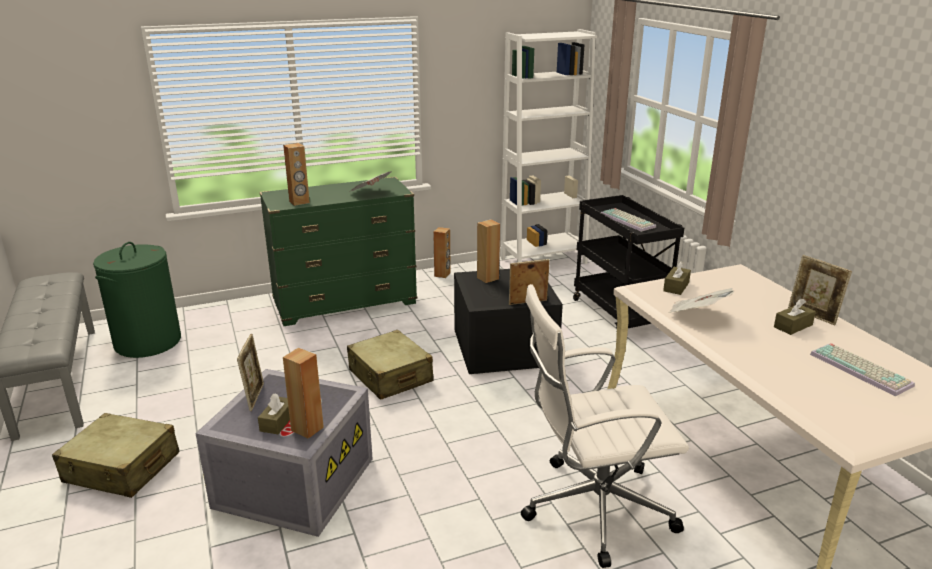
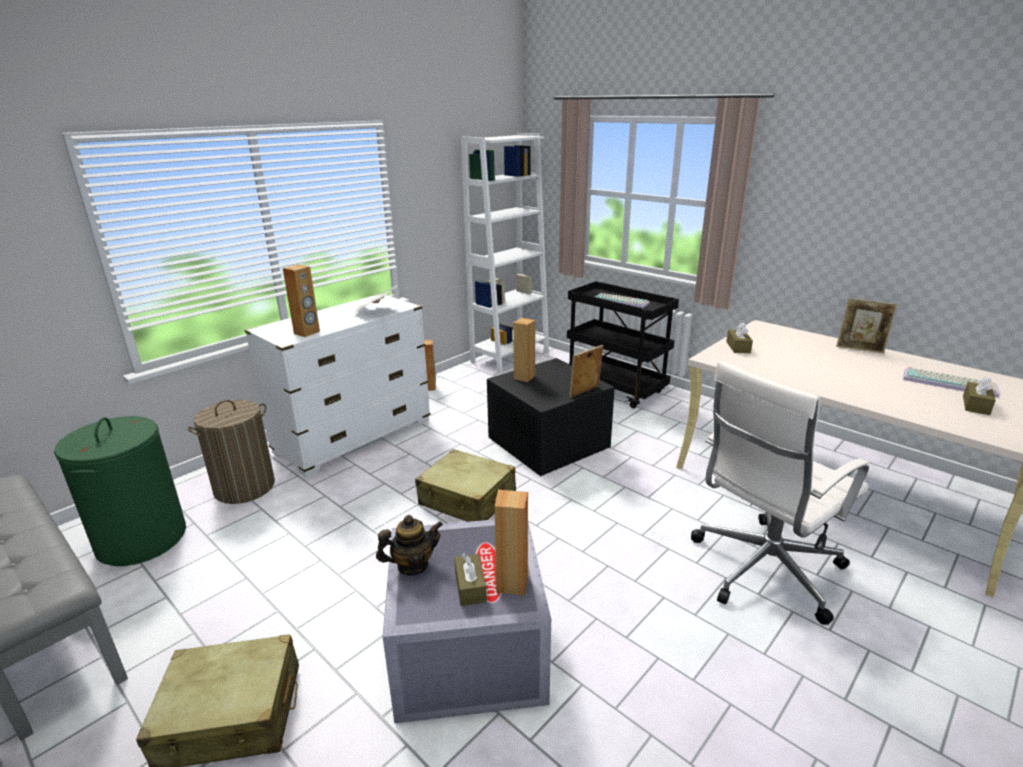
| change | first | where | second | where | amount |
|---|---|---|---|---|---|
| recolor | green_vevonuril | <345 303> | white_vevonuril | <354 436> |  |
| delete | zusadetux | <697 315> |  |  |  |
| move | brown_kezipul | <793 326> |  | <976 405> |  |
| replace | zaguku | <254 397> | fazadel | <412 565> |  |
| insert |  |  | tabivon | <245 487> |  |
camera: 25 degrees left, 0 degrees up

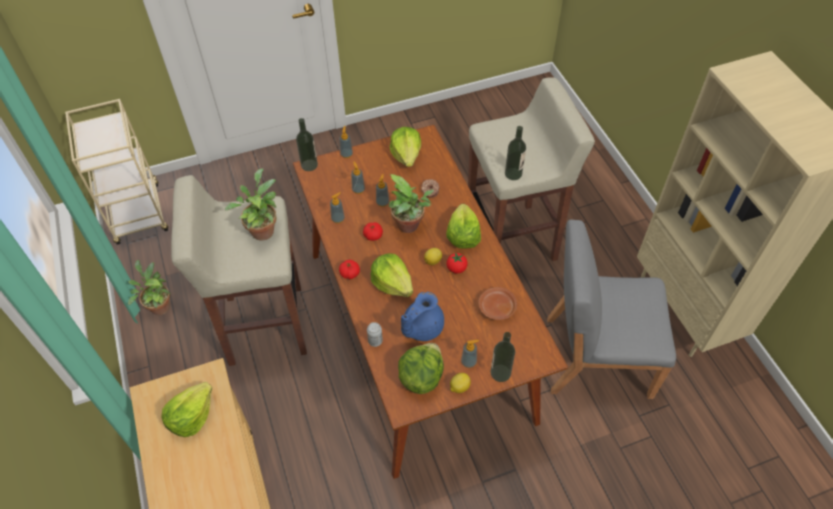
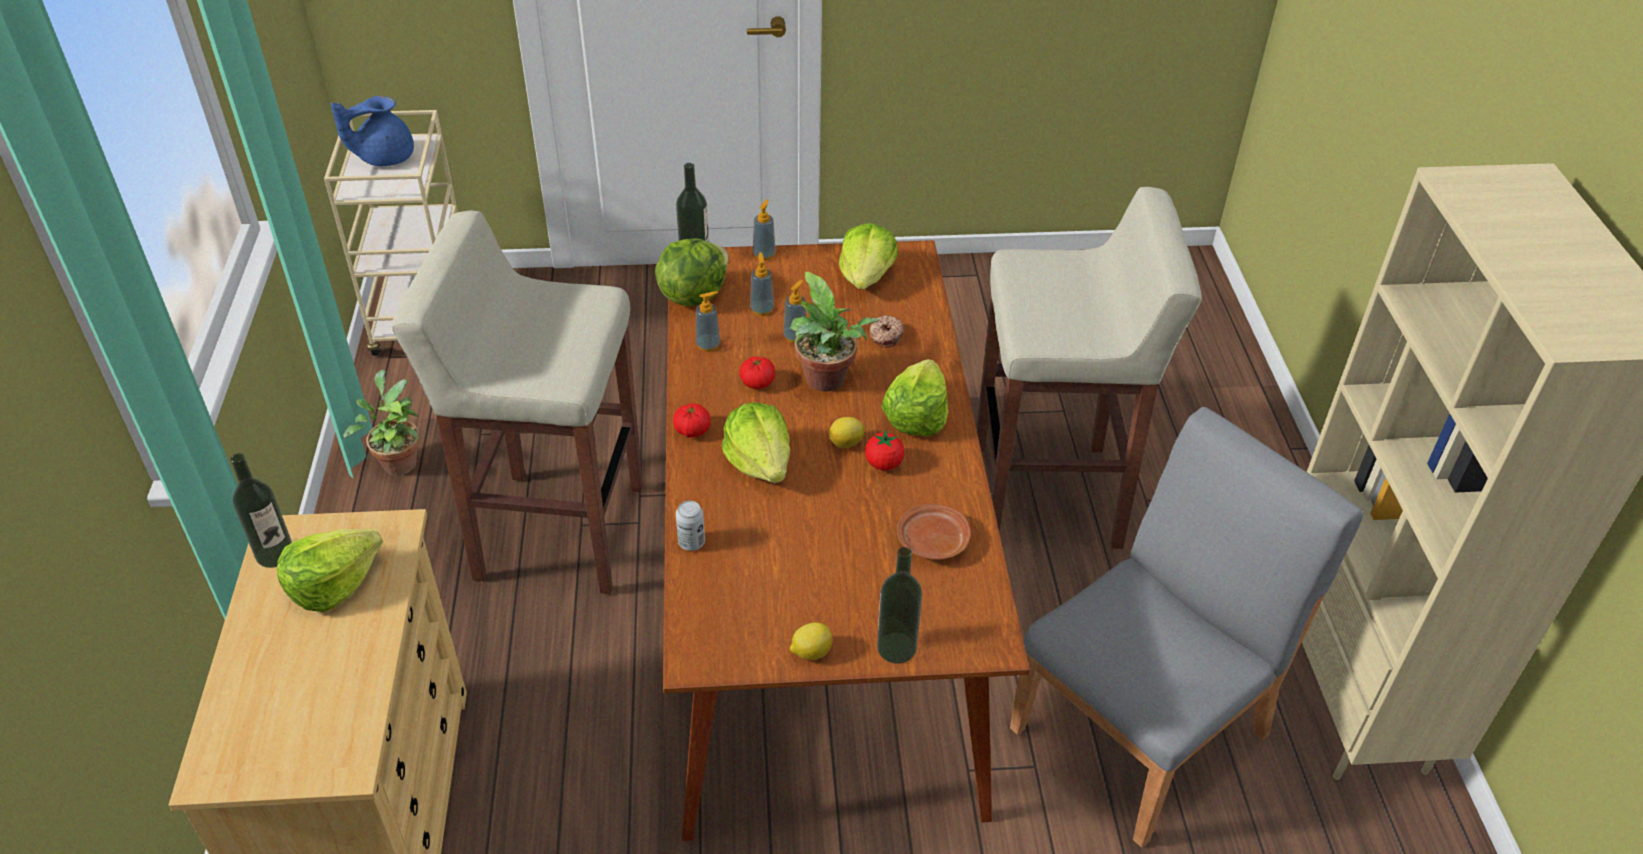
| change | first | where | second | where | amount |
|---|---|---|---|---|---|
| move | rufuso | <513 174> |  | <275 554> |  |
| delete | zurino | <262 229> |  |  |  |
| rotate | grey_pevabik | <596 356> |  | <1143 730> | 120 degrees clockwise |
| move | blue_fazadel | <421 328> |  | <384 157> |  |
| delete | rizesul | <468 362> |  |  |  |
| move | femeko | <421 377> |  | <693 294> |  |
camera: 15 degrees right, 10 degrees down

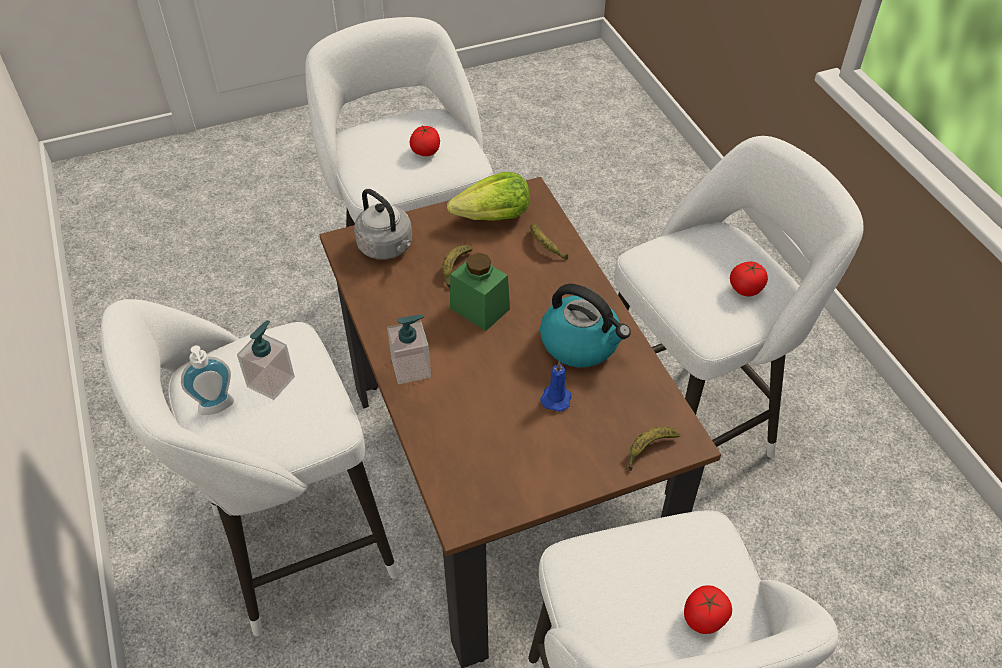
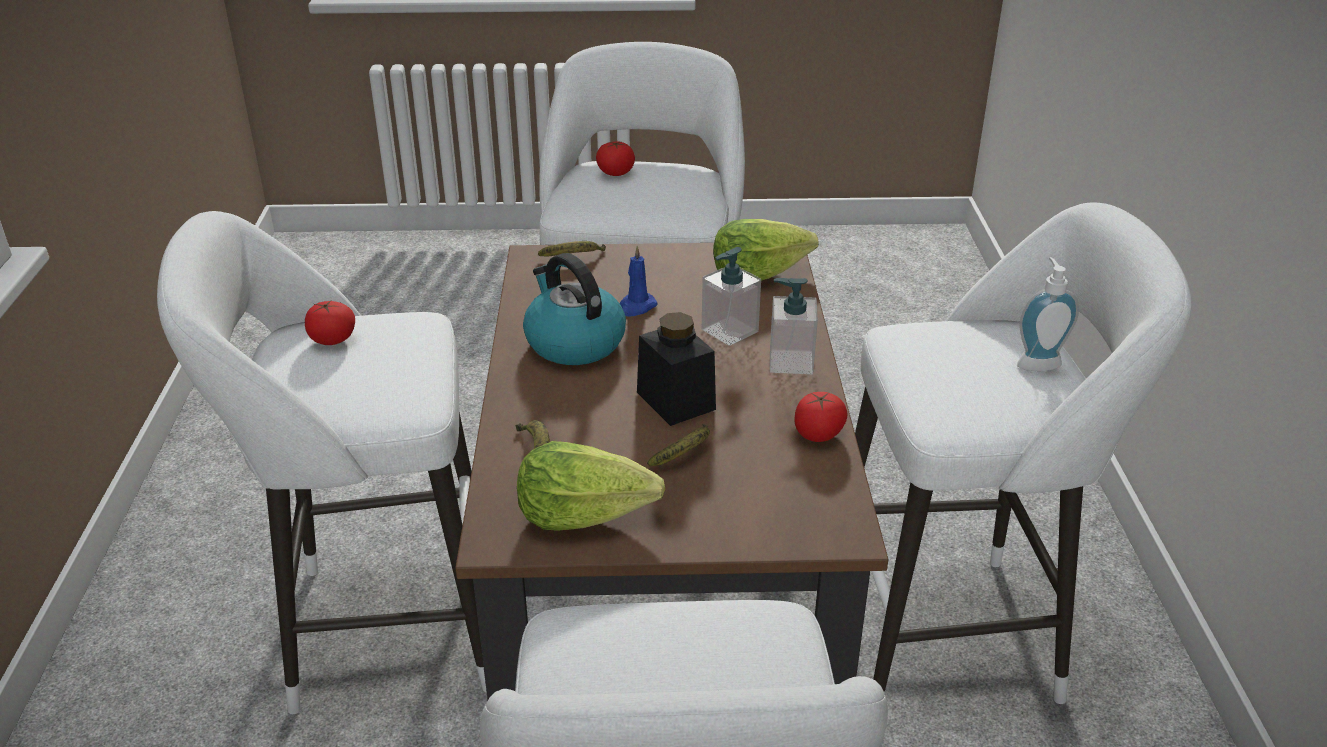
| change | first | where | second | where | amount |
|---|---|---|---|---|---|
| move | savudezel | <425 151> |  | <818 434> |  |
| delete | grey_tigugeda | <387 248> |  |  |  |
| recolor | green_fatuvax | <479 308> | black_fatuvax | <676 400> |  |
| move | rizesul | <271 381> |  | <729 331> |  |
| insert |  |  | femeko | <758 273> |  |
camera: 160 degrees left, 15 degrees down

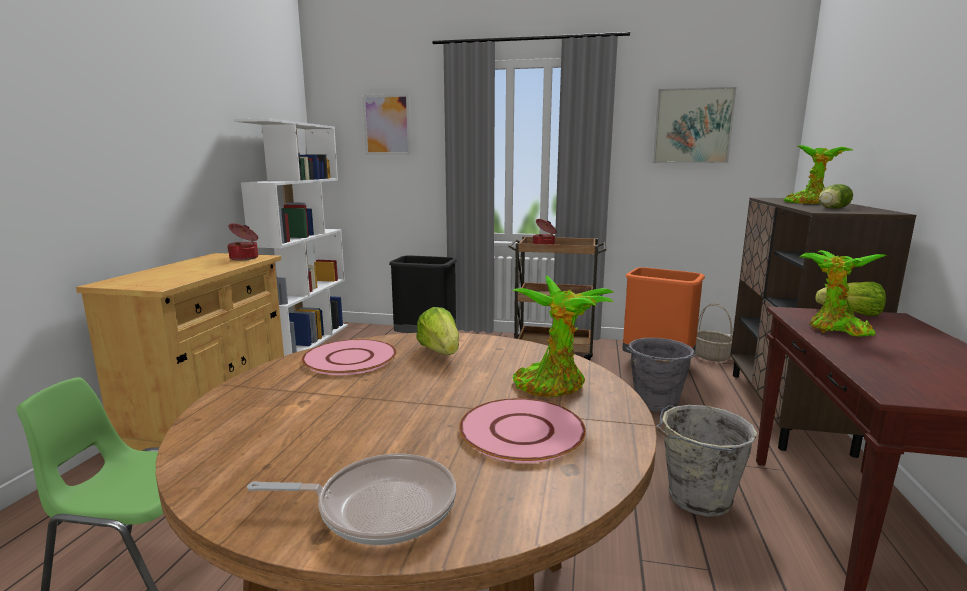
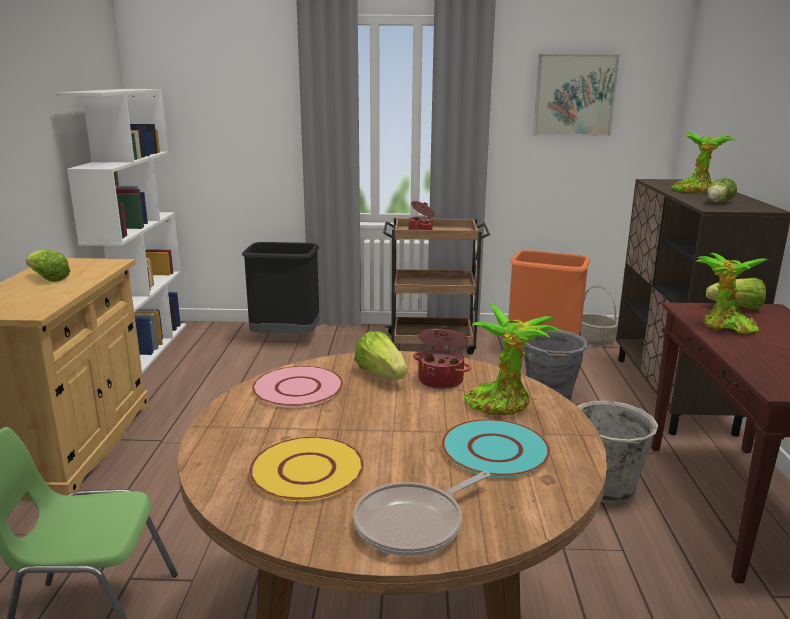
| change | first | where | second | where | amount |
|---|---|---|---|---|---|
| delete | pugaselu | <387 125> |  |  |  |
| move | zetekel | <245 258> |  | <441 380> |  |
| recolor | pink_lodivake | <522 431> | turquoise_lodivake | <495 449> |  |
| rotate | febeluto | <379 506> |  | <414 524> | 150 degrees clockwise |
| insert |  |  | femeko | <48 279> |  |
| insert |  |  | yellow_lodivake | <307 470> |  |
camera: 10 degrees left, 5 degrees up

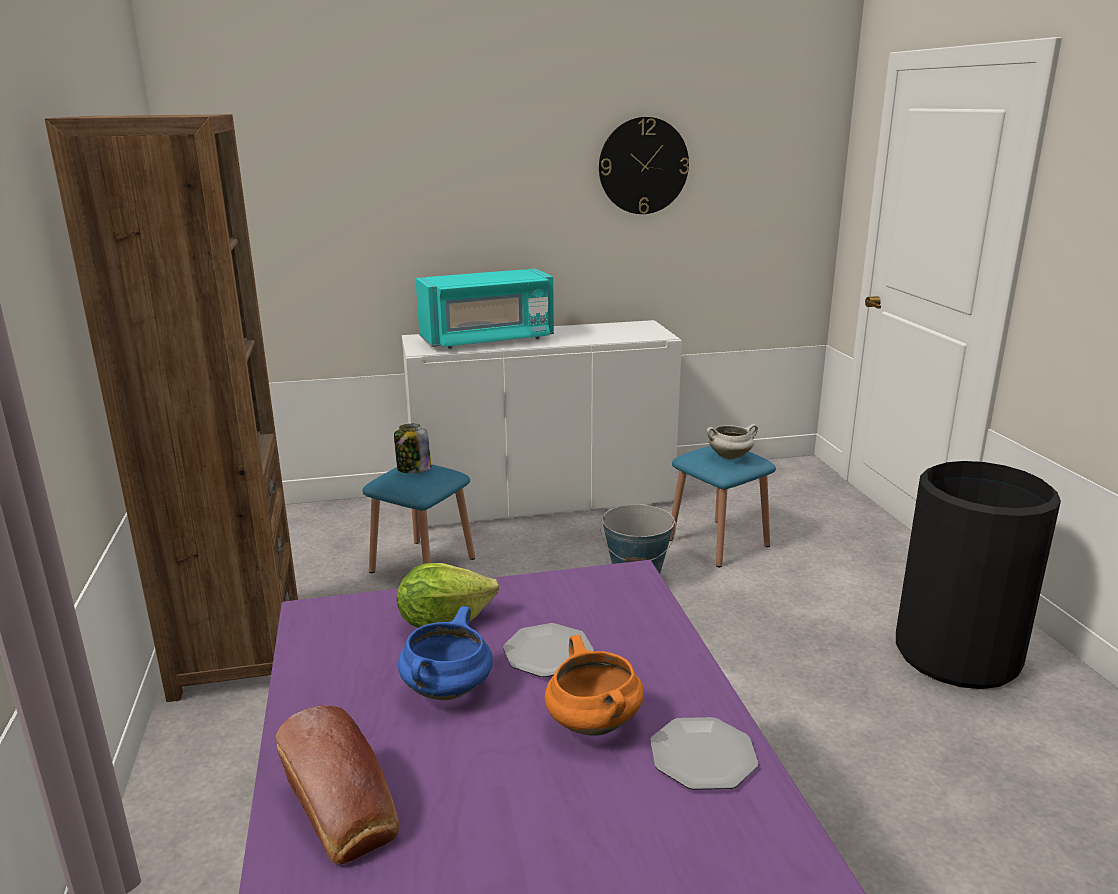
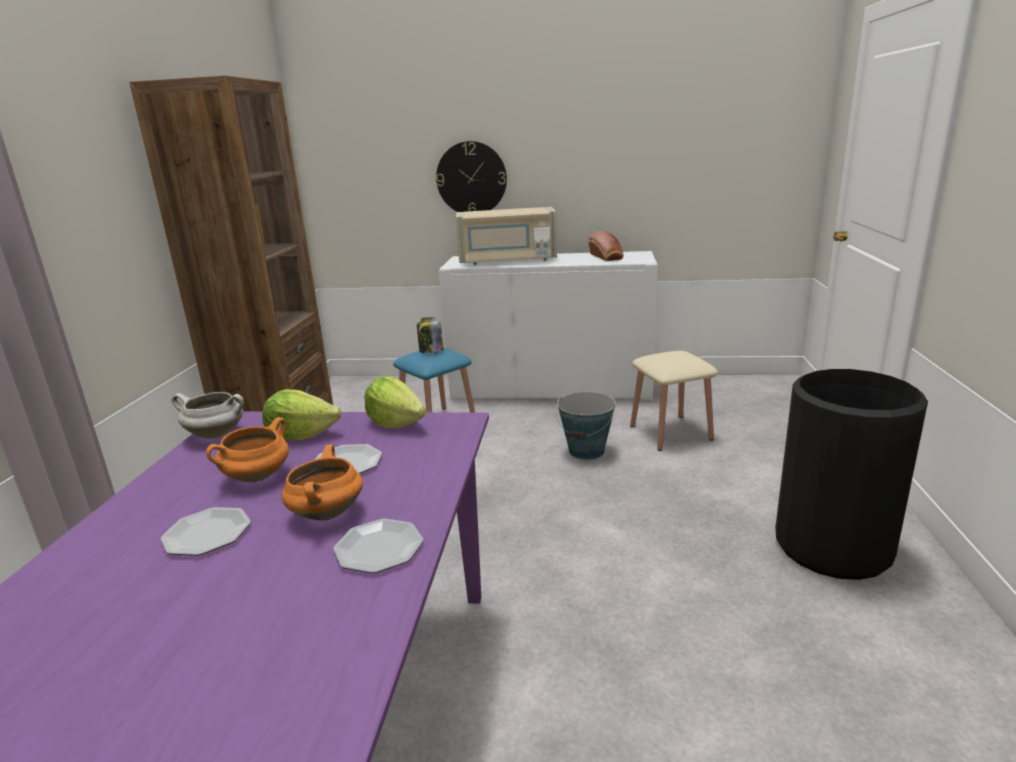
| change | first | where | second | where | amount |
|---|---|---|---|---|---|
| move | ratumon | <643 166> |  | <471 178> |  |
| recolor | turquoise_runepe | <488 340> | beige_runepe | <507 261> |  |
| move | white_zetekel | <730 456> |  | <217 434> |  |
| recolor | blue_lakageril | <718 542> | beige_lakageril | <670 432> |  |
| recolor | blue_zetekel | <447 691> | orange_zetekel | <256 477> |  |
| move | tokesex | <342 811> |  | <606 257> |  |
| insert |  |  | femeko | <396 423> |  |
| insert |  |  | lodivake | <206 534> |  |
camera: 20 degrees right, 0 degrees up

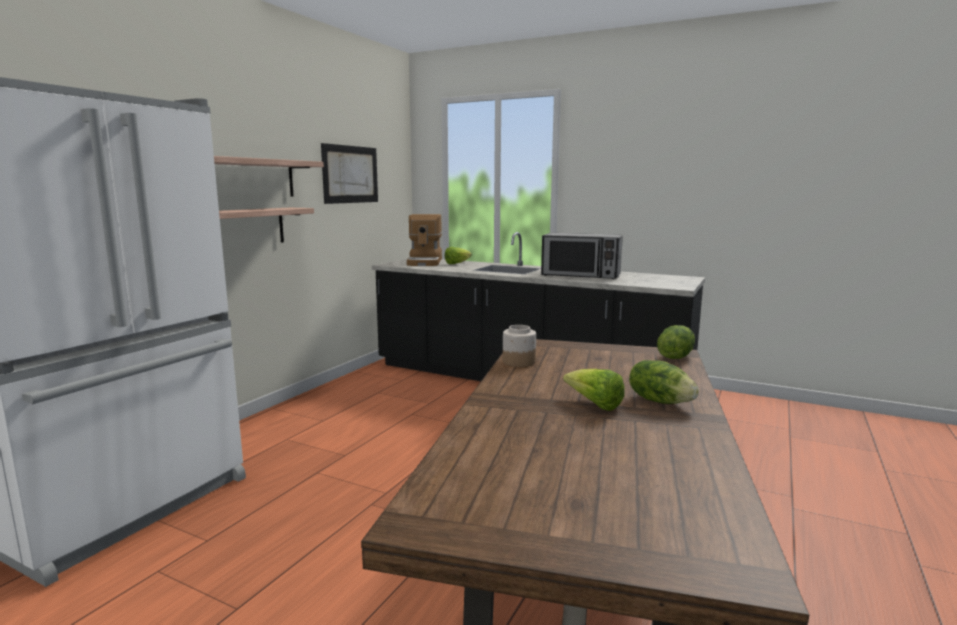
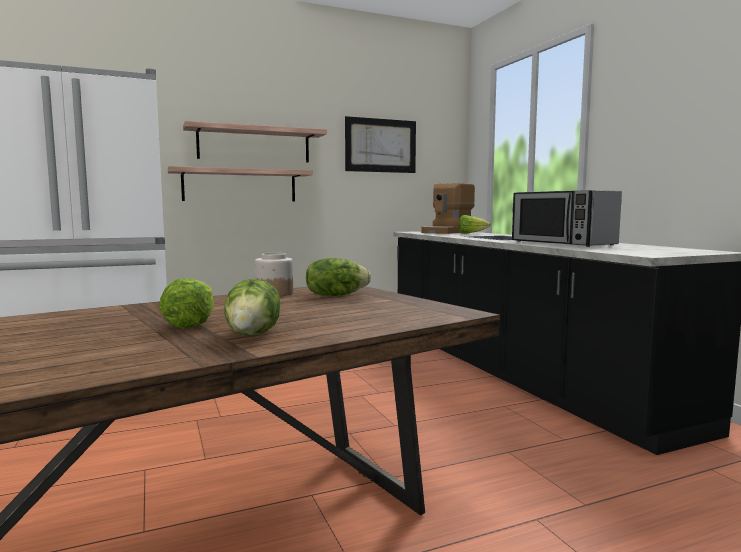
| change | first | where | second | where | amount |
|---|---|---|---|---|---|
| move | femeko | <675 356> |  | <336 295> |  |
camera: 40 degrees right, 5 degrees down

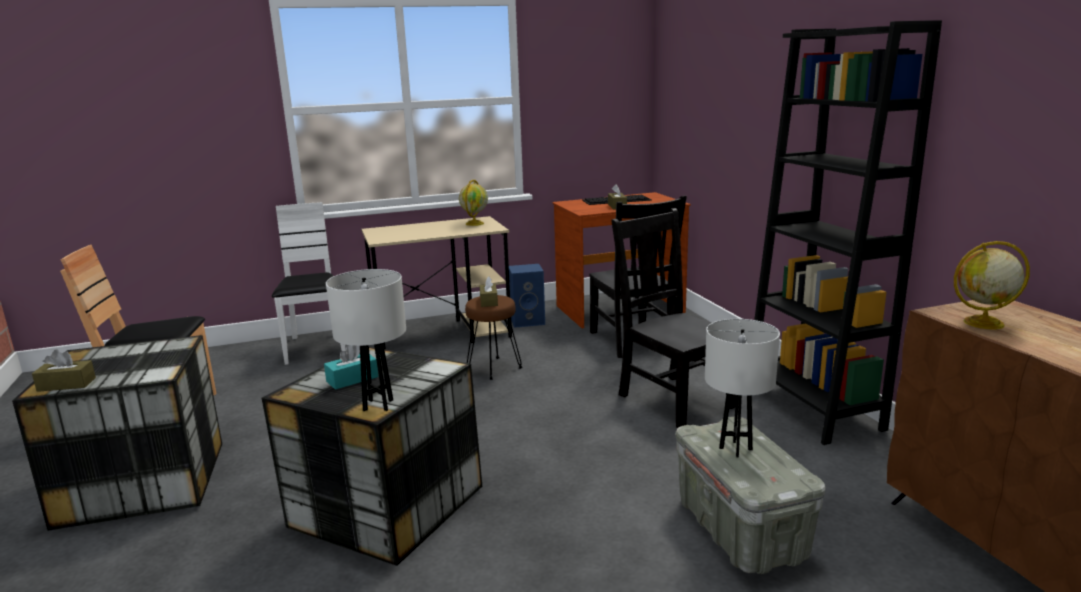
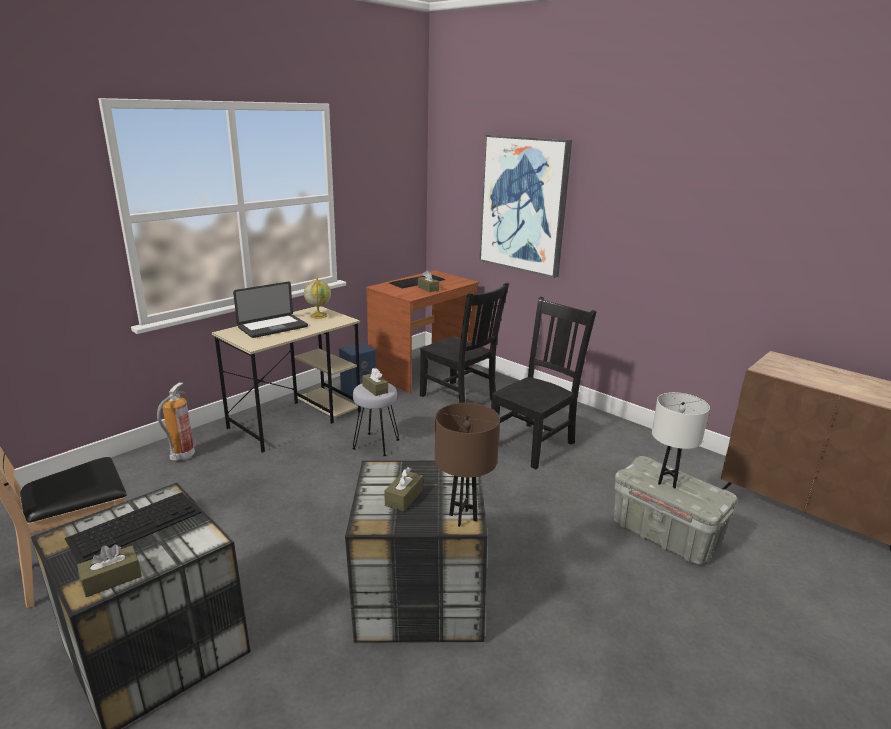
| change | first | where | second | where | amount |
|---|---|---|---|---|---|
| delete | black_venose | <812 409> |  |  |  |
| replace | white_pevabik | <316 348> | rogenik | <182 456> |  |
| rotate | black_pevabik | <673 399> |  | <534 444> | 105 degrees clockwise |
| delete | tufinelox | <982 323> |  |  |  |
| recolor | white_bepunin | <378 405> | brown_bepunin | <462 518> |  |
| recolor | brown_lakageril | <493 368> | grey_lakageril | <376 445> |  |
| recolor | turquoise_kezipul | <352 379> | brown_kezipul | <404 497> |  |
| insert |  |  | pugaselu | <524 205> |  |
| insert |  |  | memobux | <273 327> |  |
| insert |  |  | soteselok | <136 524> |  |
camera: 30 degrees left, 5 degrees up

